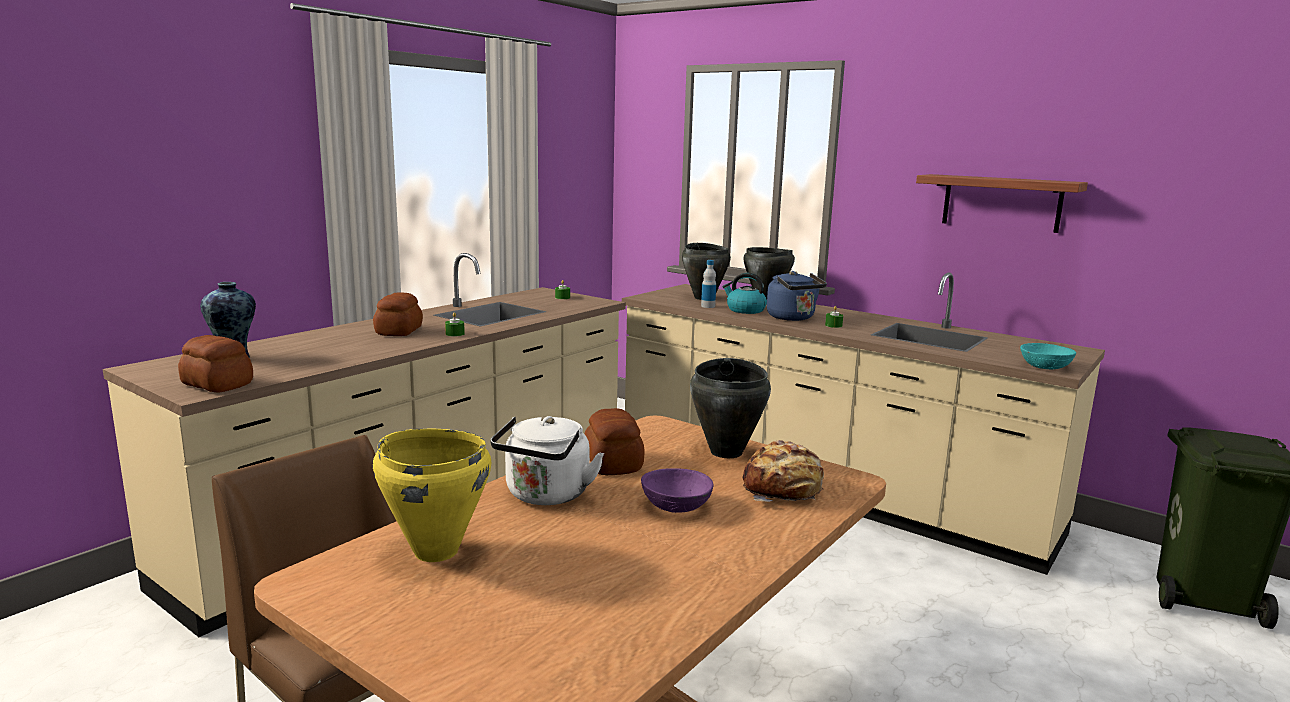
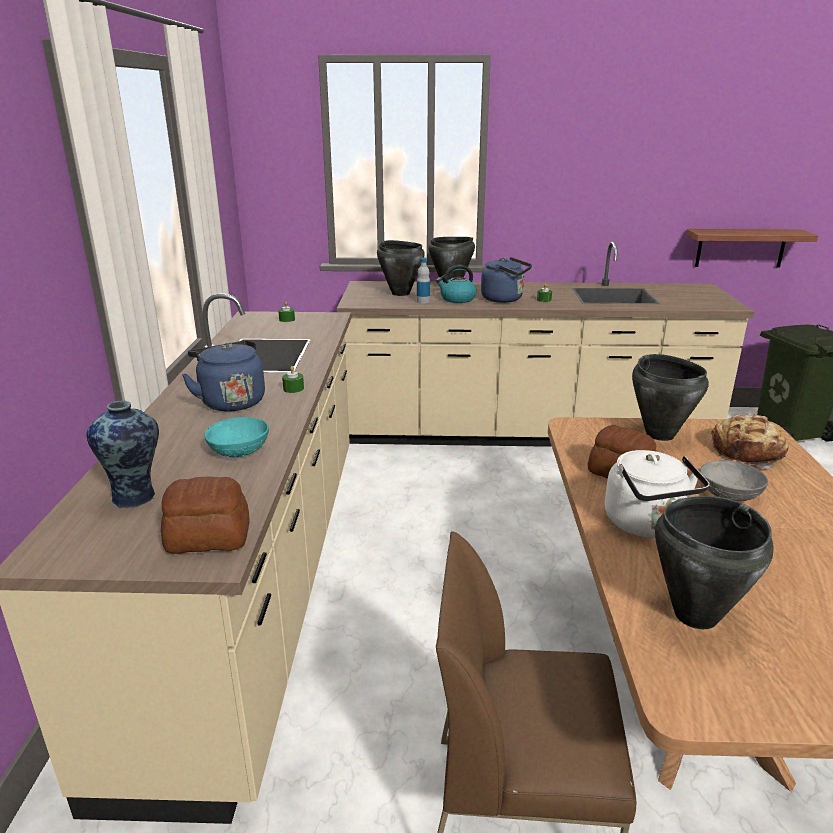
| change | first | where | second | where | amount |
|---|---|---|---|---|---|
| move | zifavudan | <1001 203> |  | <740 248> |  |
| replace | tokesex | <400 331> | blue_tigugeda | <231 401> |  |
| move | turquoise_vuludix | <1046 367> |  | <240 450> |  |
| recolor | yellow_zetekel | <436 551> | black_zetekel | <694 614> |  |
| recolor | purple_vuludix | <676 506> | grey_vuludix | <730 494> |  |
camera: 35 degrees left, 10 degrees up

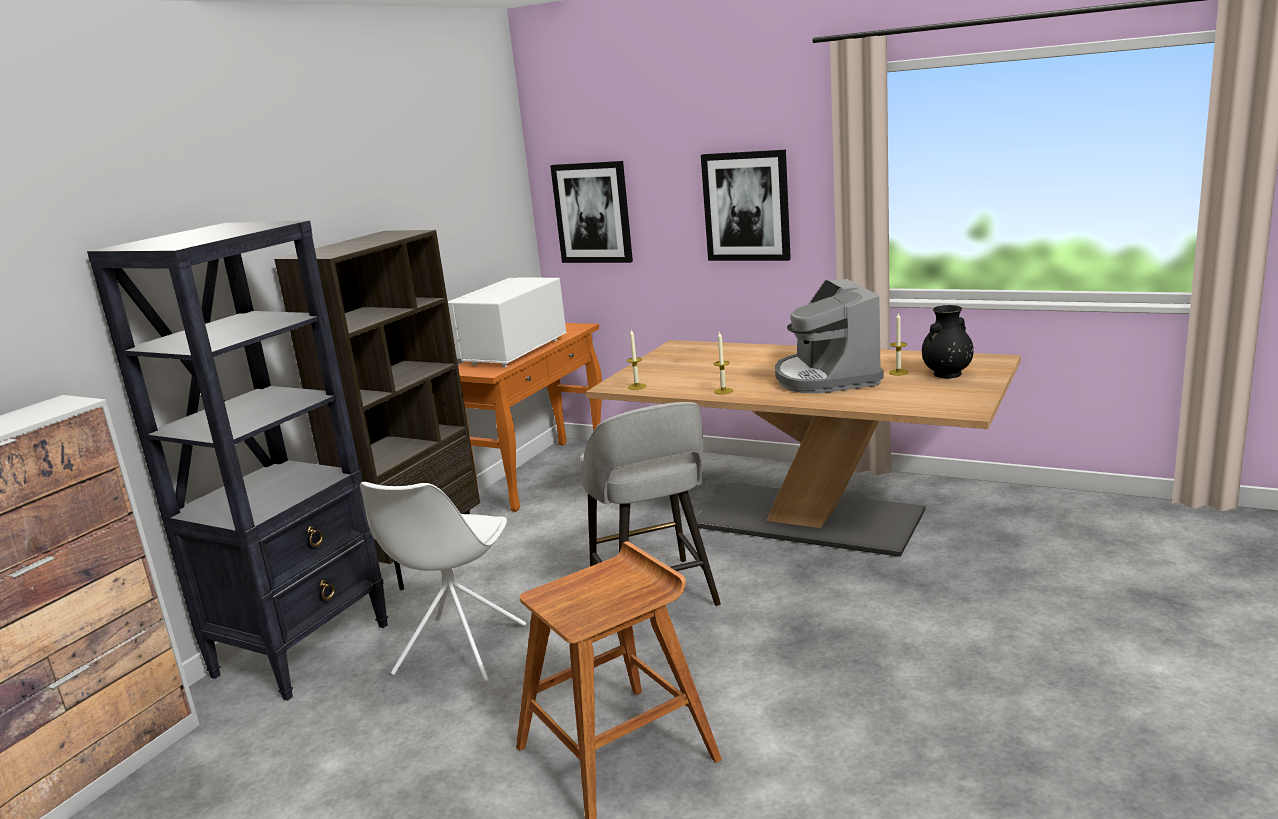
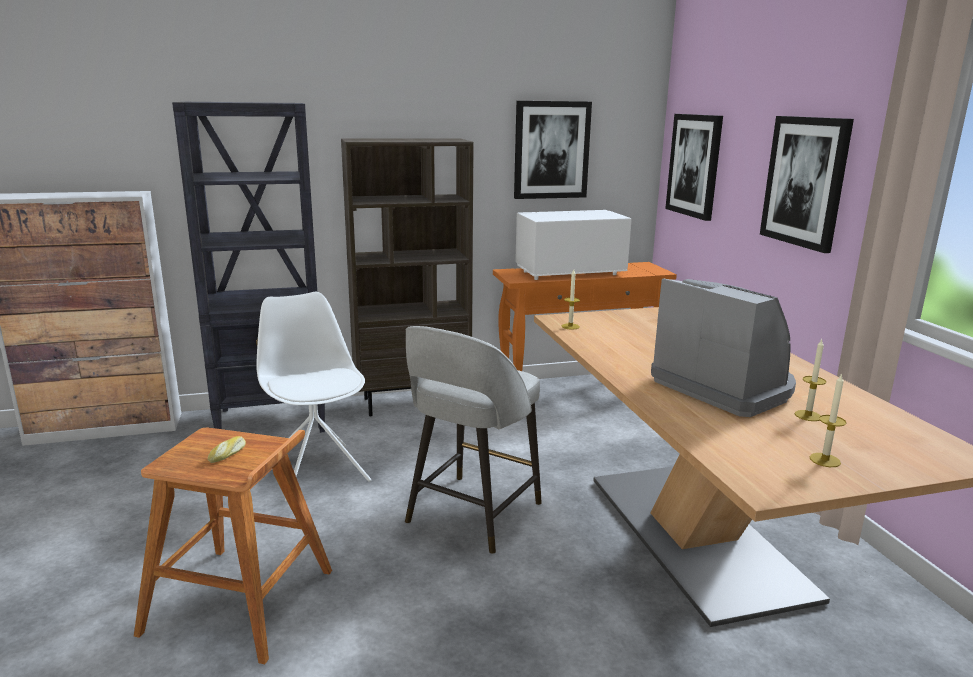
| change | first | where | second | where | amount |
|---|---|---|---|---|---|
| rotate | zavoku | <826 378> |  | <724 386> | 105 degrees clockwise |
| delete | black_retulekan | <946 374> |  |  |  |
| move | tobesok | <723 391> |  | <825 460> |  |
| rotate | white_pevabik | <459 651> |  | <317 471> | 90 degrees clockwise |
| insert |  |  | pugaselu | <551 150> |  |
| insert |  |  | tokesex | <228 454> |  |
camera: 45 degrees right, 0 degrees up

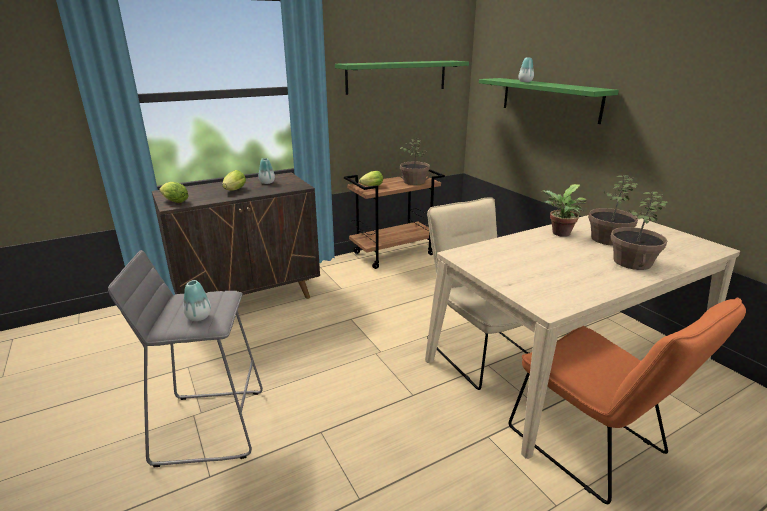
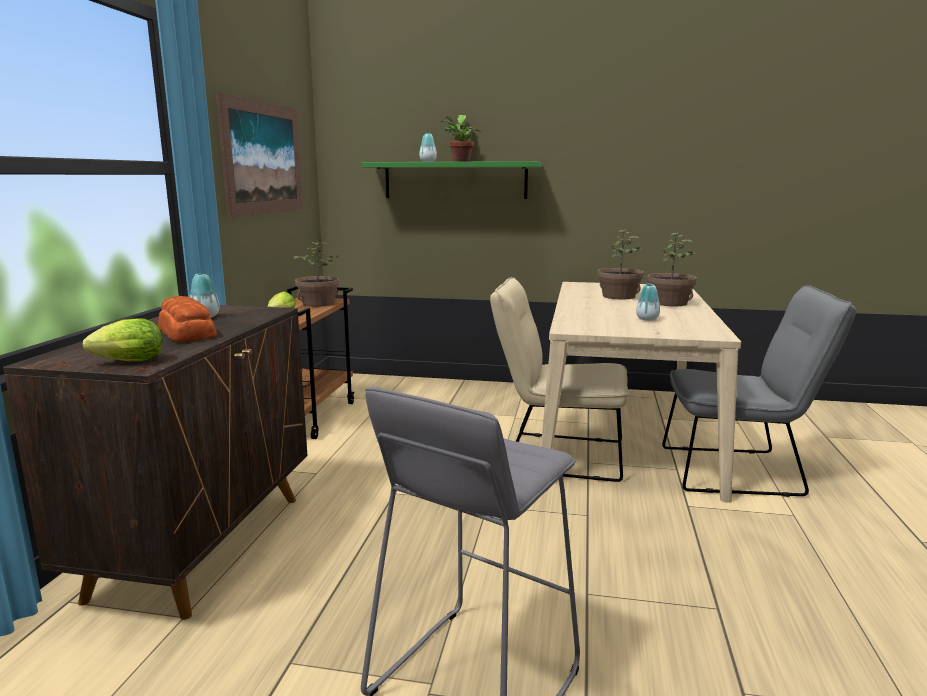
| change | first | where | second | where | amount |
|---|---|---|---|---|---|
| replace | green_zifavudan | <397 76> | pugaselu | <263 158> |  |
| replace | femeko | <234 191> | tokesex | <187 332> |  |
| move | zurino | <559 233> |  | <460 161> |  |
| move | retulekan | <199 317> |  | <647 319> |  |
| recolor | orange_pevabik | <594 447> | grey_pevabik | <740 471> |  |
camera: 50 degrees left, 10 degrees down

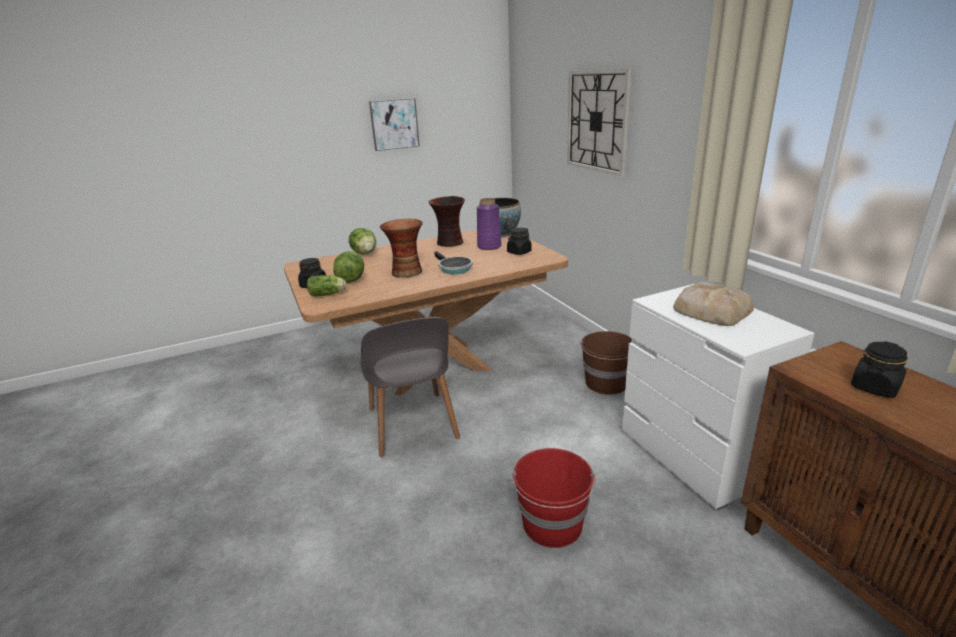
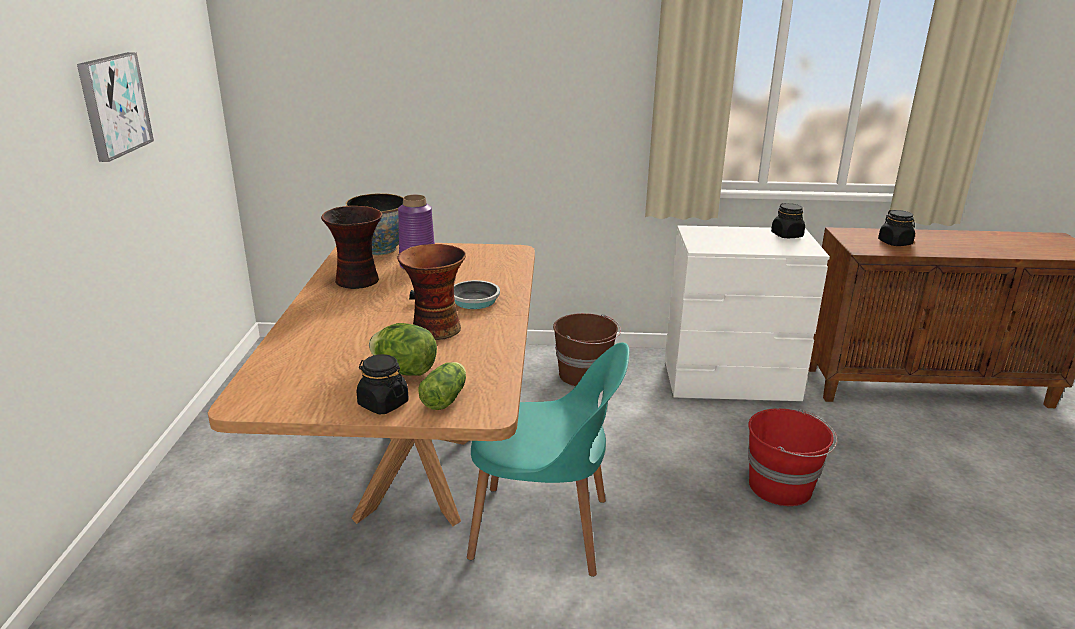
| change | first | where | second | where | amount |
|---|---|---|---|---|---|
| delete | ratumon | <597 121> |  |  |  |
| delete | femeko | <365 253> |  |  |  |
| move | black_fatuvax | <519 252> |  | <787 235> |  |
| delete | tokesex | <711 310> |  |  |  |
| recolor | grey_pevabik | <412 425> | turquoise_pevabik | <545 529> |  |
camera: 65 degrees left, 0 degrees up

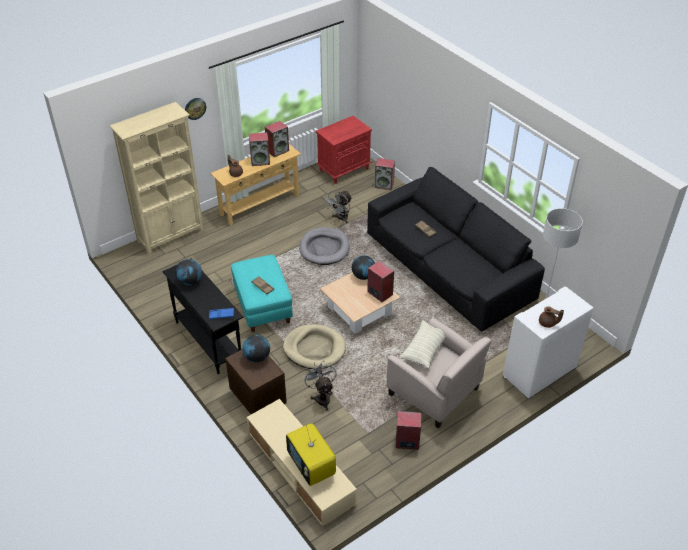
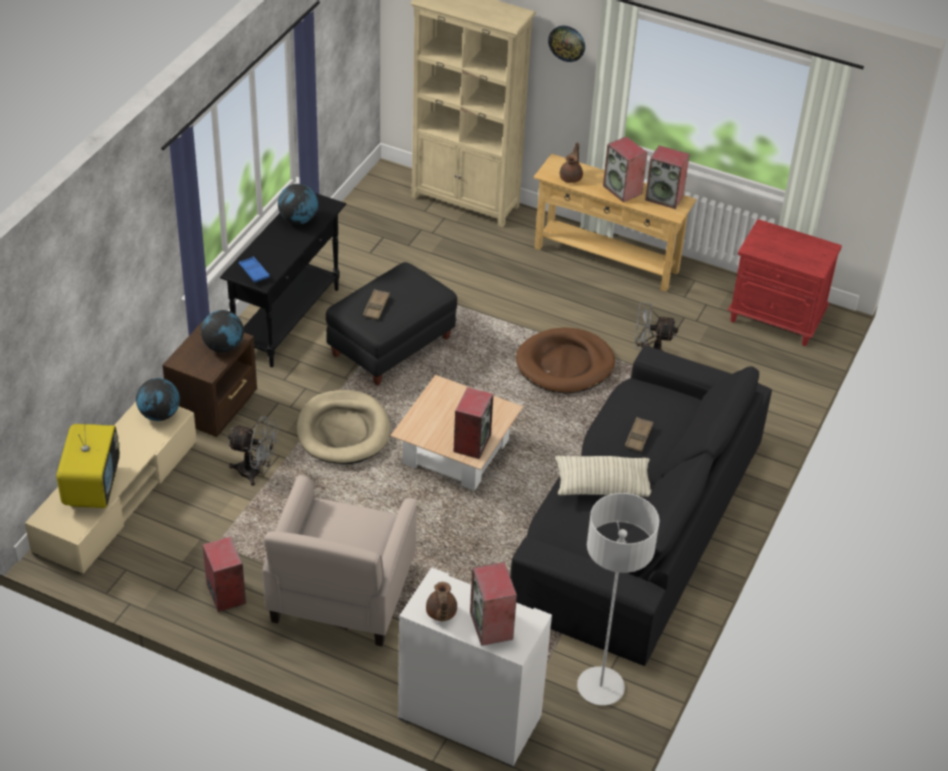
| change | first | where | second | where | amount |
|---|---|---|---|---|---|
| move | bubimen | <384 185> |  | <492 626> |  |
| recolor | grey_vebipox | <324 248> | brown_vebipox | <565 364> |  |
| recolor | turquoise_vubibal | <262 306> | black_vubibal | <390 346> |  |
| move | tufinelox | <363 276> |  | <160 415> |  |
| move | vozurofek | <424 349> |  | <602 486> |  |
| rotate | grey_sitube | <322 397> |  | <255 472> | 60 degrees clockwise |
| rotate | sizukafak | <312 467> |  | <92 487> | 150 degrees clockwise |
camera: 60 degrees right, 0 degrees up

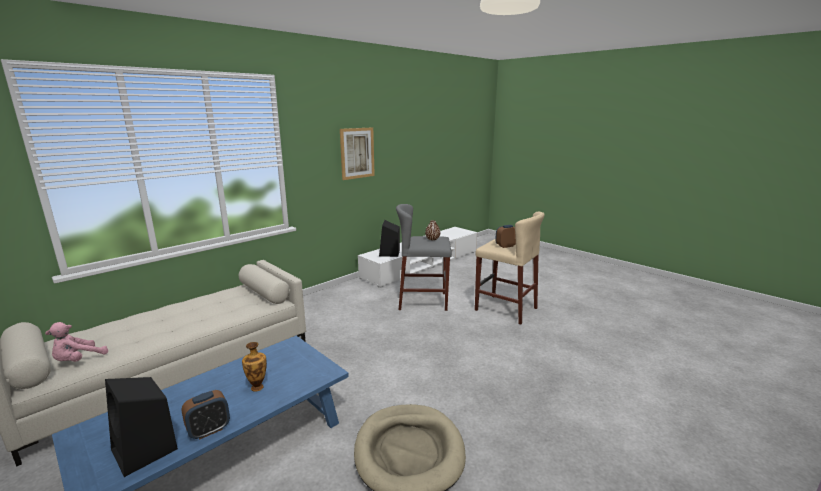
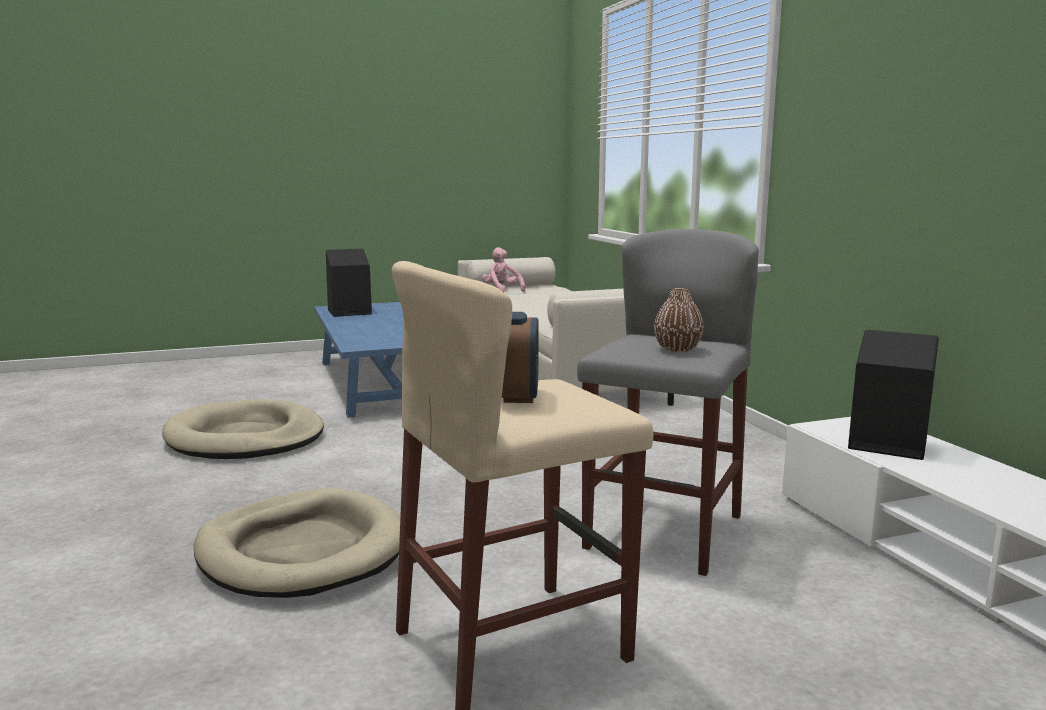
| change | first | where | second | where | amount |
|---|---|---|---|---|---|
| delete | pugaselu | <357 153> |  |  |  |
| delete | retulekan | <257 387> |  |  |  |
| delete | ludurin | <209 430> |  |  |  |
| insert |  |  | beige_vebipox | <302 551> |  |
camera: 115 degrees right, 5 degrees down

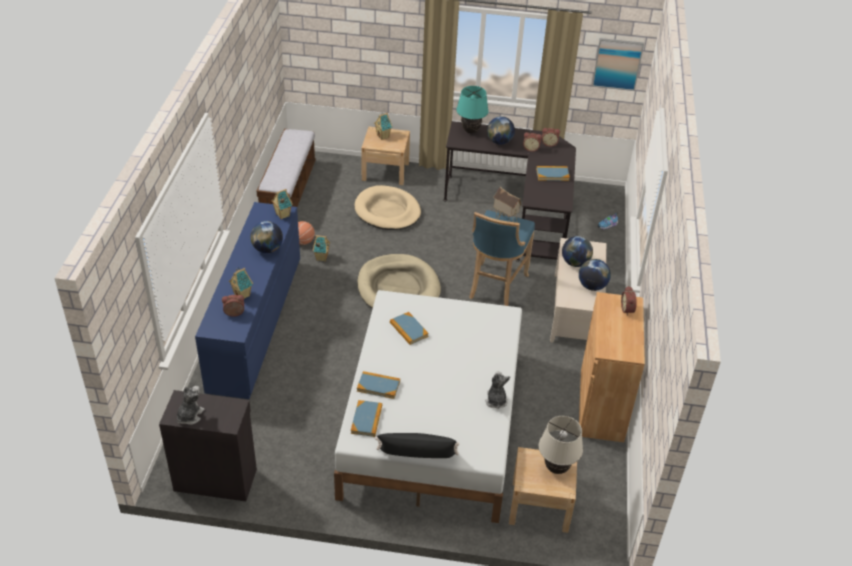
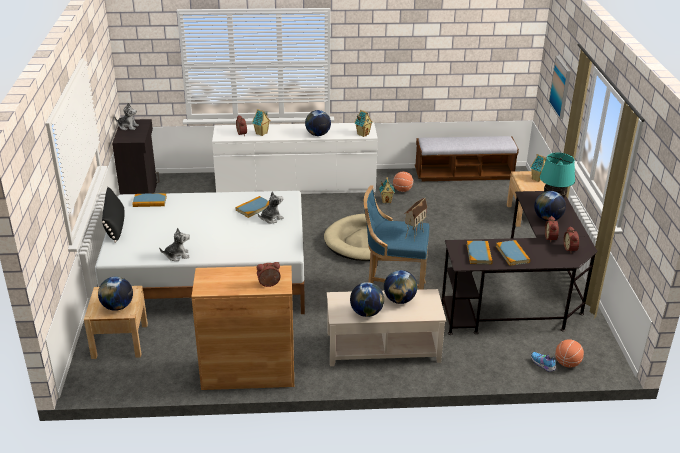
| change | first | where | second | where | amount |
|---|---|---|---|---|---|
| move | pugaselu | <617 64> |  | <560 87> |  |
| delete | beige_vebipox | <387 211> |  |  |  |
| recolor | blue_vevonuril | <255 323> | white_vevonuril | <296 185> |  |
| move | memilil | <378 386> |  | <479 254> |  |
| replace | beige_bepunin | <556 469> | tufinelox | <117 307> |  |
| insert |  |  | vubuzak | <271 218> |  |
| insert |  |  | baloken | <567 363> |  |
camera: 80 degrees right, 10 degrees down

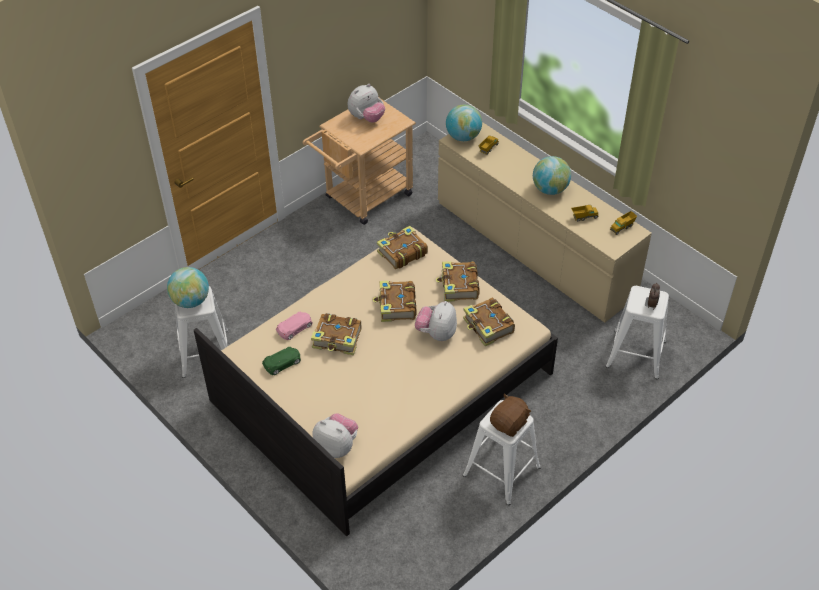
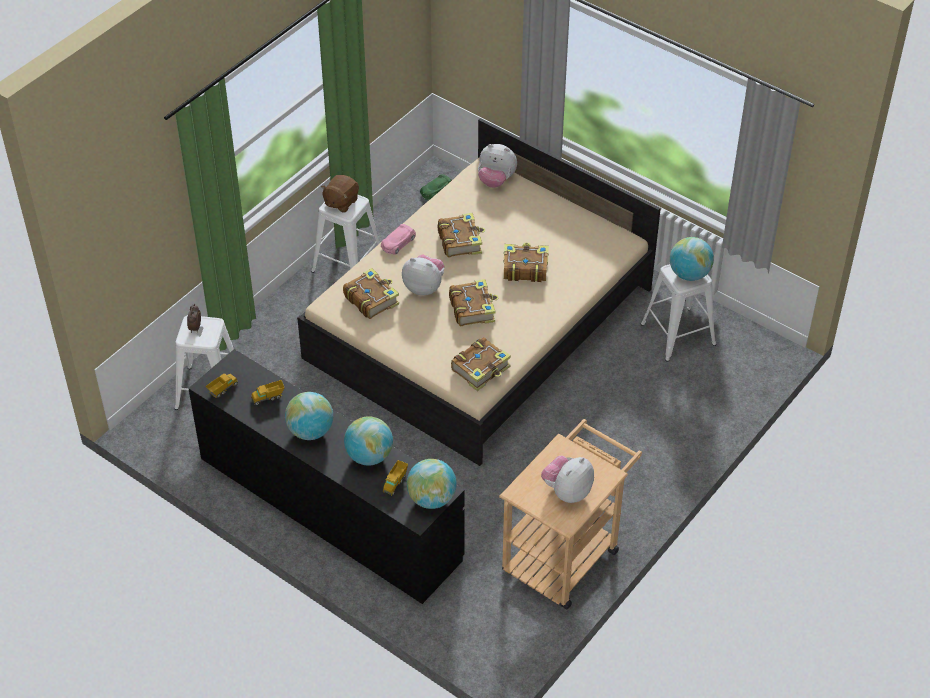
| change | first | where | second | where | amount |
|---|---|---|---|---|---|
| recolor | beige_vevonuril | <534 248> | black_vevonuril | <329 508> |  |
| move | memilil | <458 287> |  | <460 241> |  |
| rotate | vubuzak | <436 333> |  | <424 287> | 75 degrees counterclockwise |
| move | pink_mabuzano | <295 328> |  | <398 243> |  |
| move | green_mabuzano | <282 363> |  | <436 191> |  |
| insert |  |  | tufinelox | <369 456> |  |
camera: 170 degrees right, 0 degrees up

